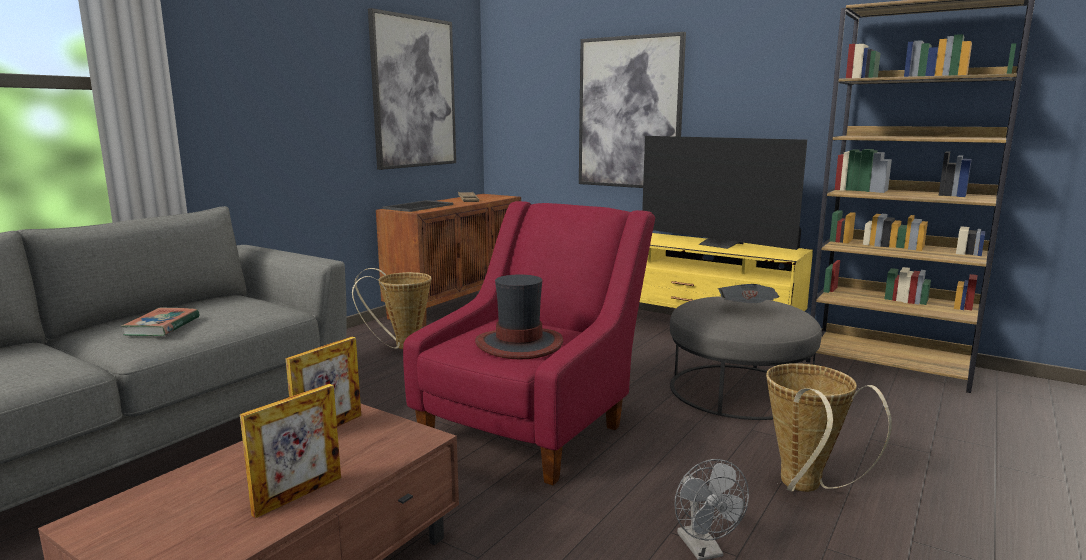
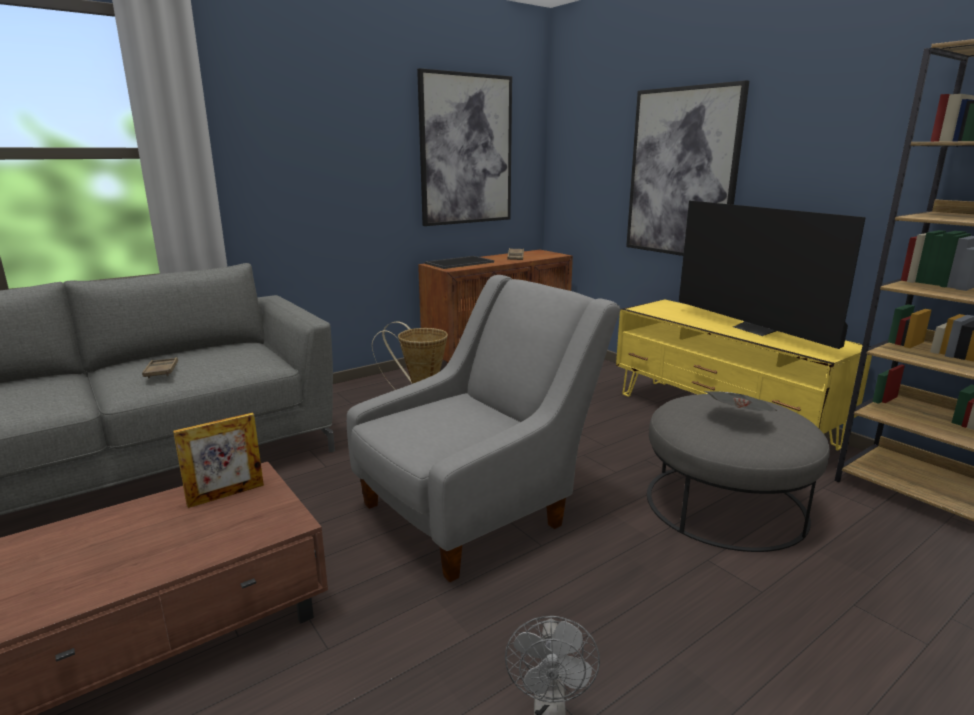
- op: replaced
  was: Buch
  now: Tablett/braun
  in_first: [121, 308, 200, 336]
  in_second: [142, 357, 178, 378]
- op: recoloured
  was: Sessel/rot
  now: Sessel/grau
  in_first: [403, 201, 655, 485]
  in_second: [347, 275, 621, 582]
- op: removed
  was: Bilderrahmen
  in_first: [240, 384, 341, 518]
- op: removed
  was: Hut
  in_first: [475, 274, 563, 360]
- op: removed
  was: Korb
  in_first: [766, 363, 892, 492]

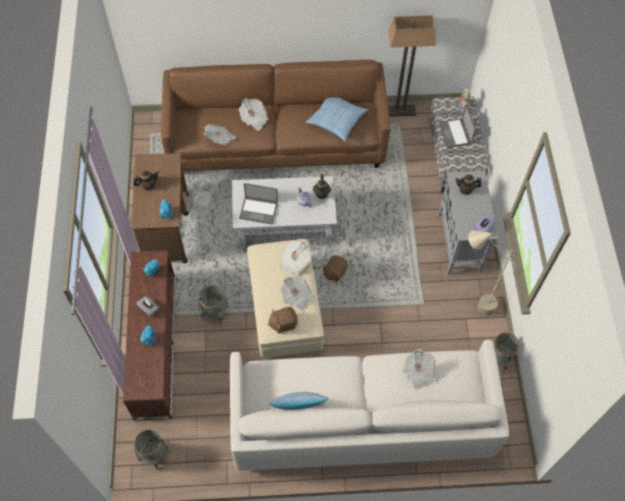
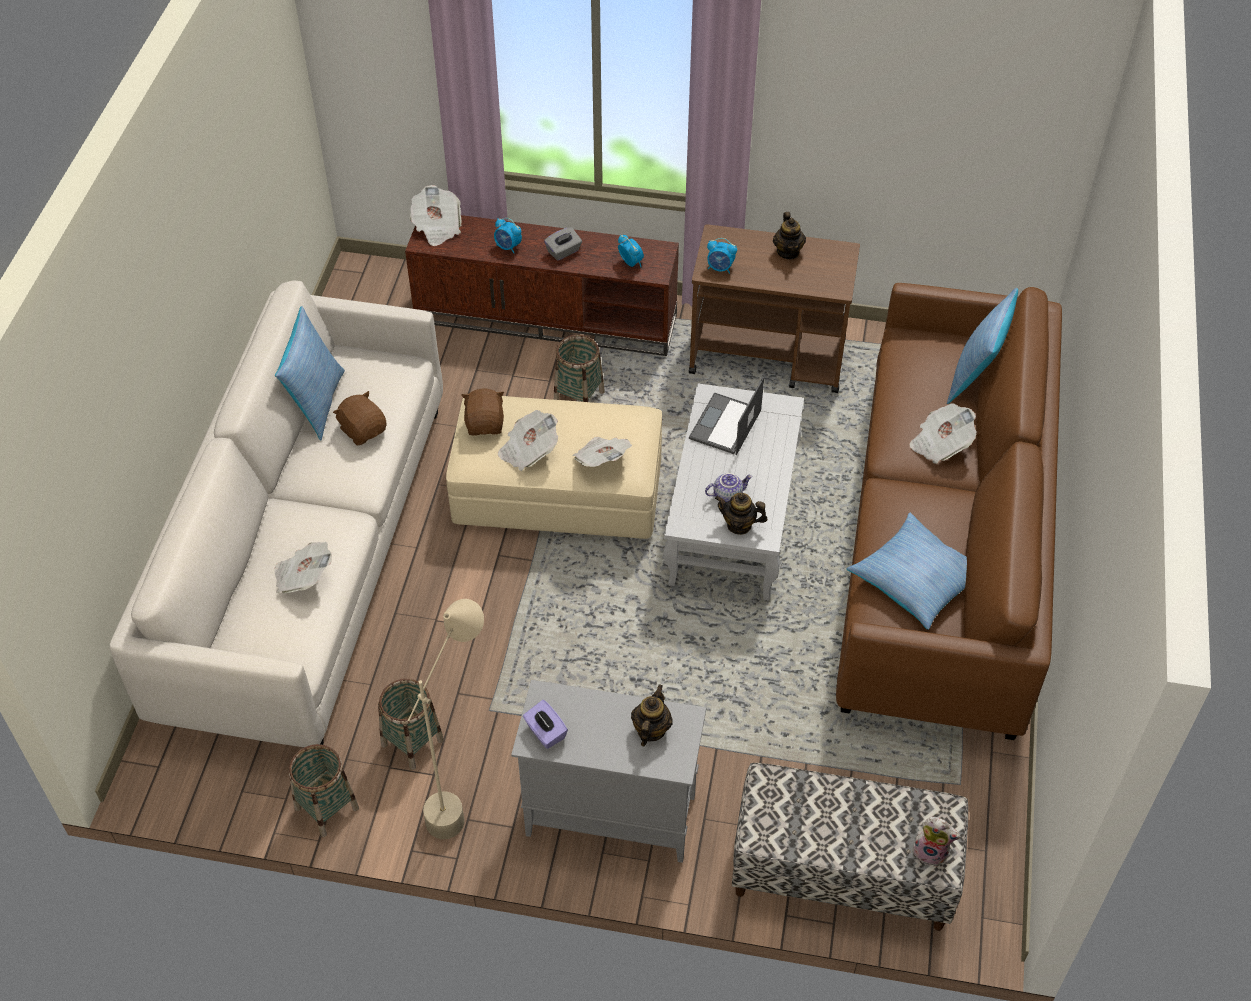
- op: moved
  was: Plüschtier/braun
  in_first: [323, 255, 348, 282]
  in_second: [333, 391, 387, 445]
- op: moved
  was: Korb
  in_first: [134, 430, 170, 470]
  in_second: [378, 679, 444, 770]
- op: moved
  was: Zeitung
  in_first: [204, 124, 236, 145]
  in_second: [410, 185, 462, 246]
- op: added
  now: Kissen
  in_second: [947, 288, 1018, 404]
- op: removed
  was: Stehlampe
  in_first: [388, 15, 436, 117]
- op: removed
  was: Laptop
  in_first: [439, 104, 476, 148]

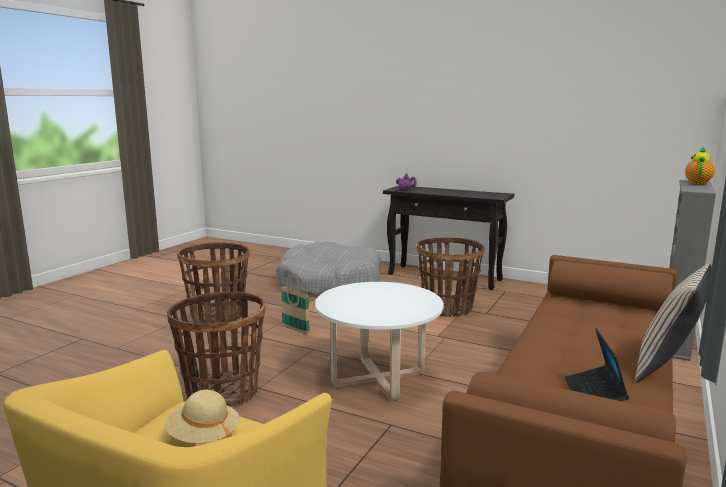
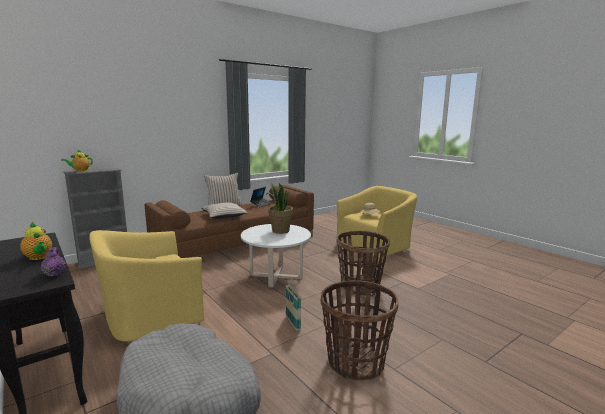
- op: added
  now: Teekanne
  in_second: [20, 222, 52, 260]
- op: replaced
  was: Korb
  now: Sessel/gelb
  in_first: [416, 238, 484, 317]
  in_second: [89, 230, 204, 342]
- op: added
  now: Kissen/beige
  in_second: [201, 202, 248, 219]
- op: added
  now: Topfpflanze
  in_second: [266, 182, 293, 234]

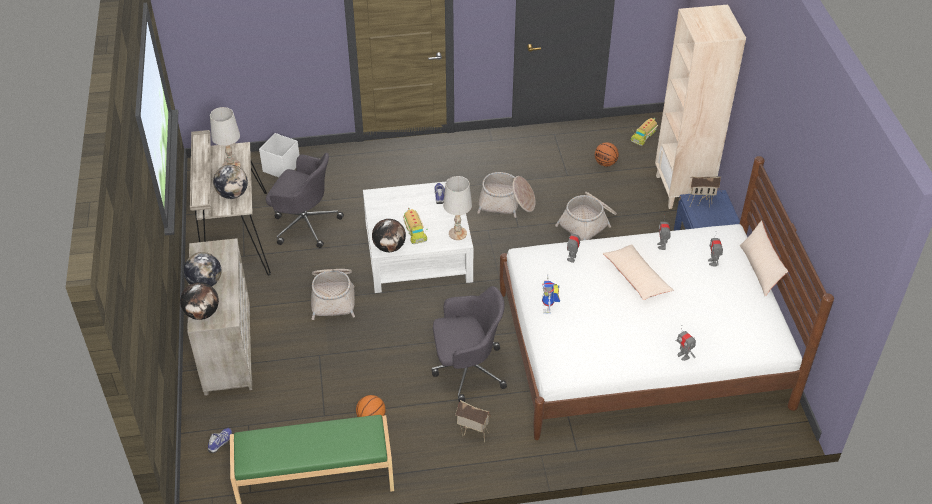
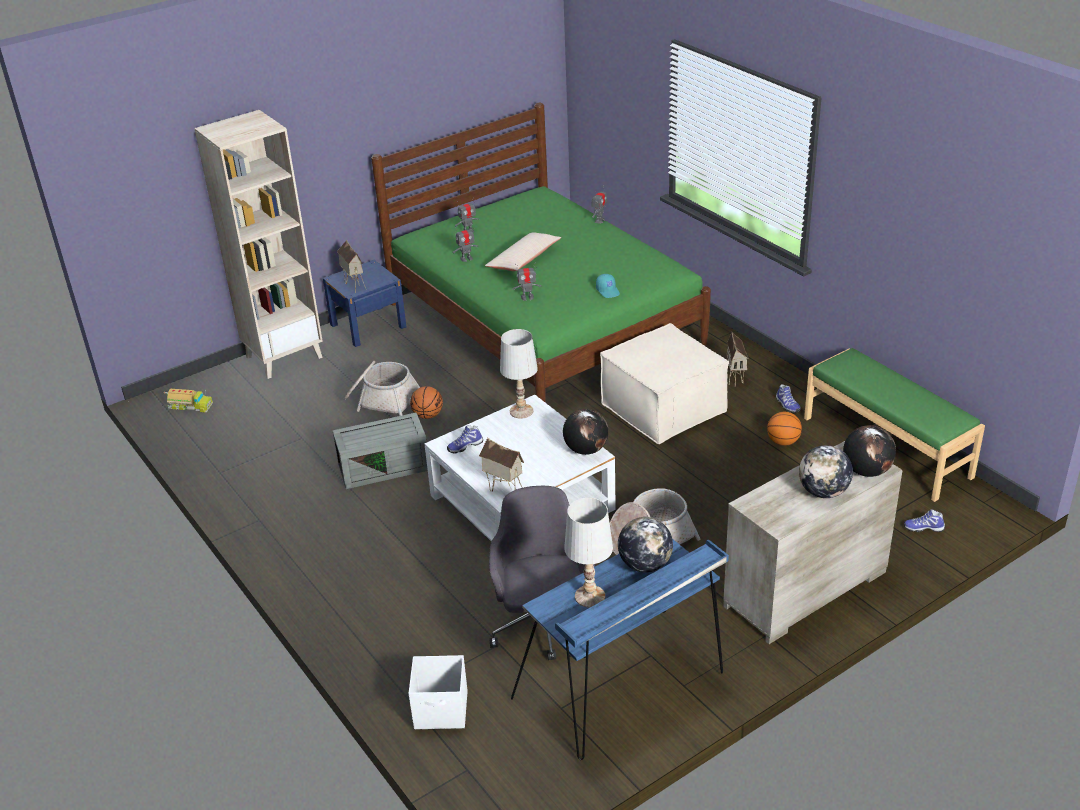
- op: replaced
  was: Korb
  now: Aufbewahrungsbox/grau
  in_first: [477, 172, 535, 218]
  in_second: [332, 413, 428, 489]
- op: recoloured
  was: Bett/weiß
  now: Bett/grün
  in_first: [500, 156, 834, 440]
  in_second: [371, 103, 711, 402]
- op: moved
  was: Basketball
  in_first: [595, 142, 619, 166]
  in_second: [410, 386, 443, 419]
- op: added
  now: Spielzeughaus
  in_second: [479, 437, 524, 491]
- op: recoloured
  was: Schreibtisch/beige
  now: Schreibtisch/blau
  in_first: [190, 130, 271, 275]
  in_second: [511, 540, 729, 760]
- op: replaced
  was: Spielzeugroboter
  now: Kappe/türkis
  in_first: [542, 274, 560, 313]
  in_second: [596, 274, 620, 298]
- op: replaced
  was: Bürostuhl/grau
  now: Polsterhocker/beige
  in_first: [431, 286, 507, 402]
  in_second: [600, 323, 729, 444]
- op: added
  now: Schuh
  in_second: [776, 384, 801, 413]
- op: removed
  was: Spielzeuglaster
  in_first: [403, 208, 427, 244]
- op: removed
  was: Kissen/beige
  in_first: [740, 220, 788, 296]

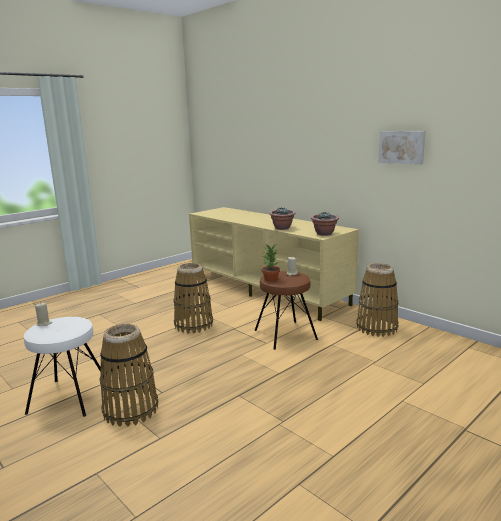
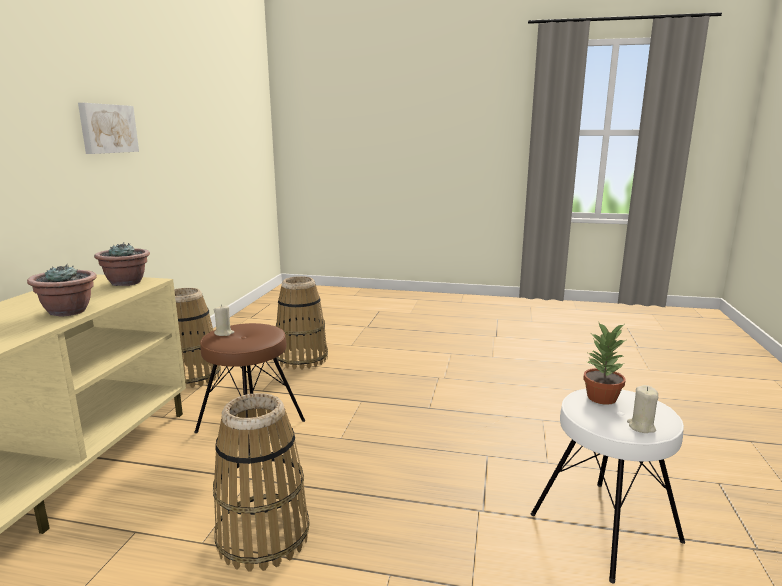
- op: moved
  was: Korb
  in_first: [100, 324, 158, 427]
  in_second: [276, 276, 328, 370]
- op: moved
  was: Topfpflanze
  in_first: [262, 244, 280, 281]
  in_second: [583, 323, 626, 405]

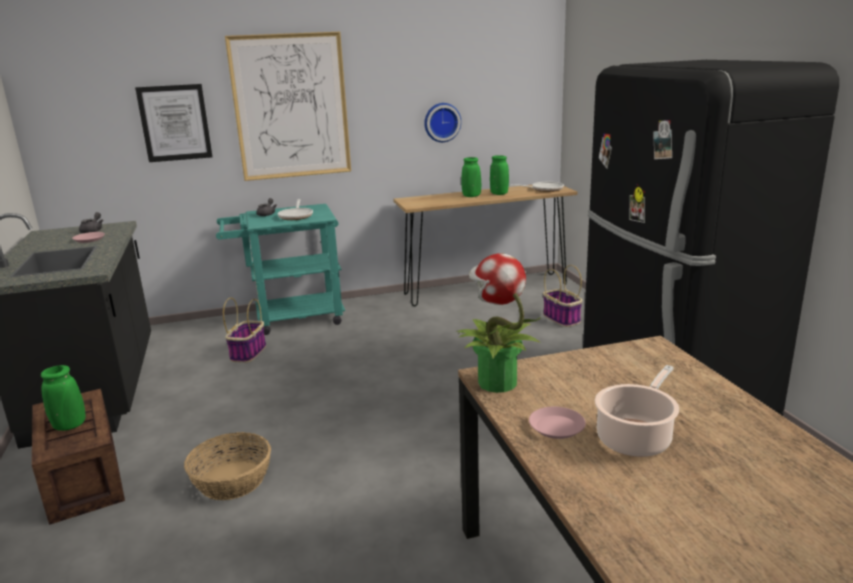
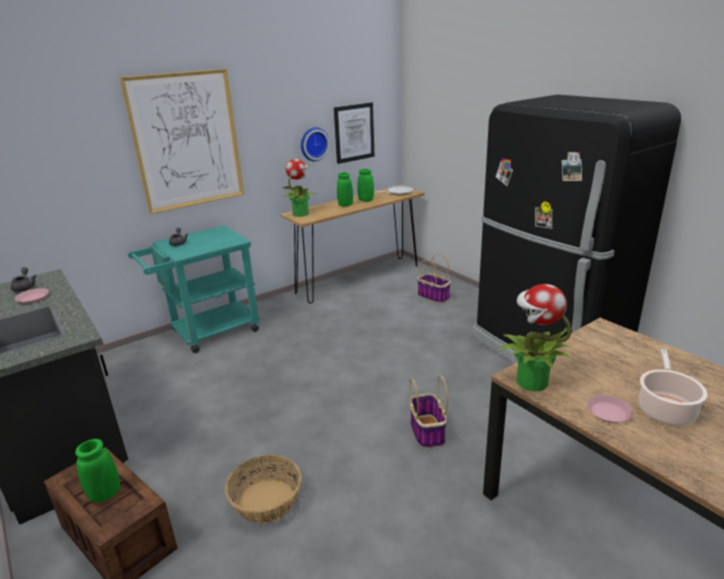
- op: added
  now: Topfpflanze
  in_second: [281, 159, 318, 217]
- op: moved
  was: Bild
  in_first: [135, 84, 213, 162]
  in_second: [334, 102, 374, 164]
- op: moved
  was: Korb
  in_first: [223, 298, 266, 363]
  in_second: [409, 375, 448, 448]
- op: removed
  was: Pfanne
  in_first: [278, 199, 313, 220]

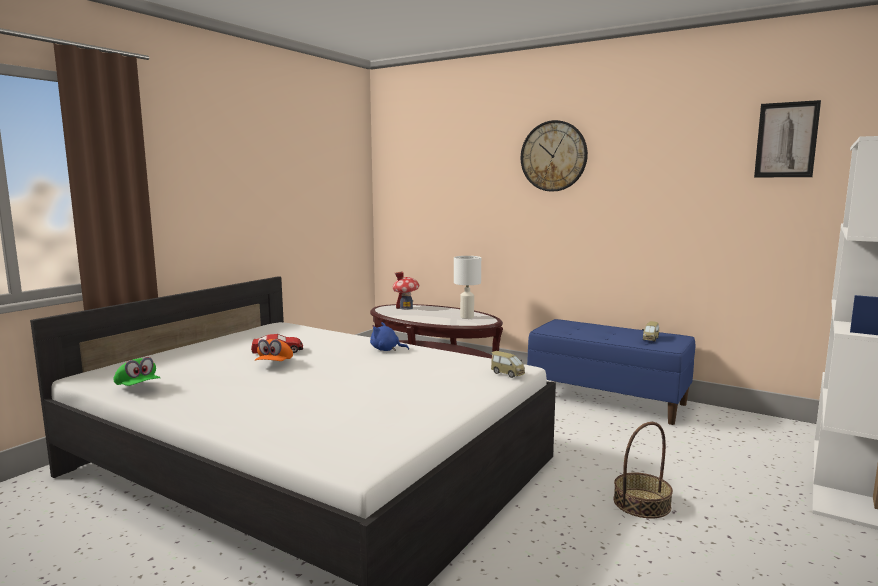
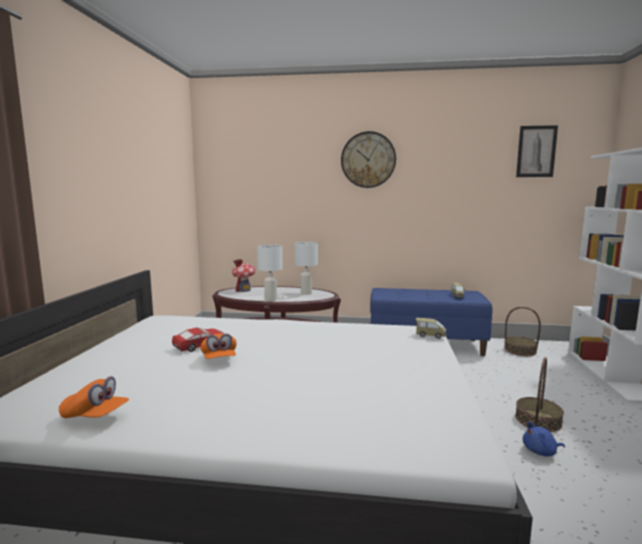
- op: recoloured
  was: Kappe/grün
  now: Kappe/orange
  in_first: [113, 357, 161, 386]
  in_second: [59, 376, 129, 418]
- op: added
  now: Tischlampe/weiß
  in_second: [257, 245, 282, 301]
- op: added
  now: Korb
  in_second: [504, 307, 541, 356]
- op: moved
  was: Plüschtier/blau
  in_first: [370, 322, 409, 351]
  in_second: [523, 422, 565, 456]

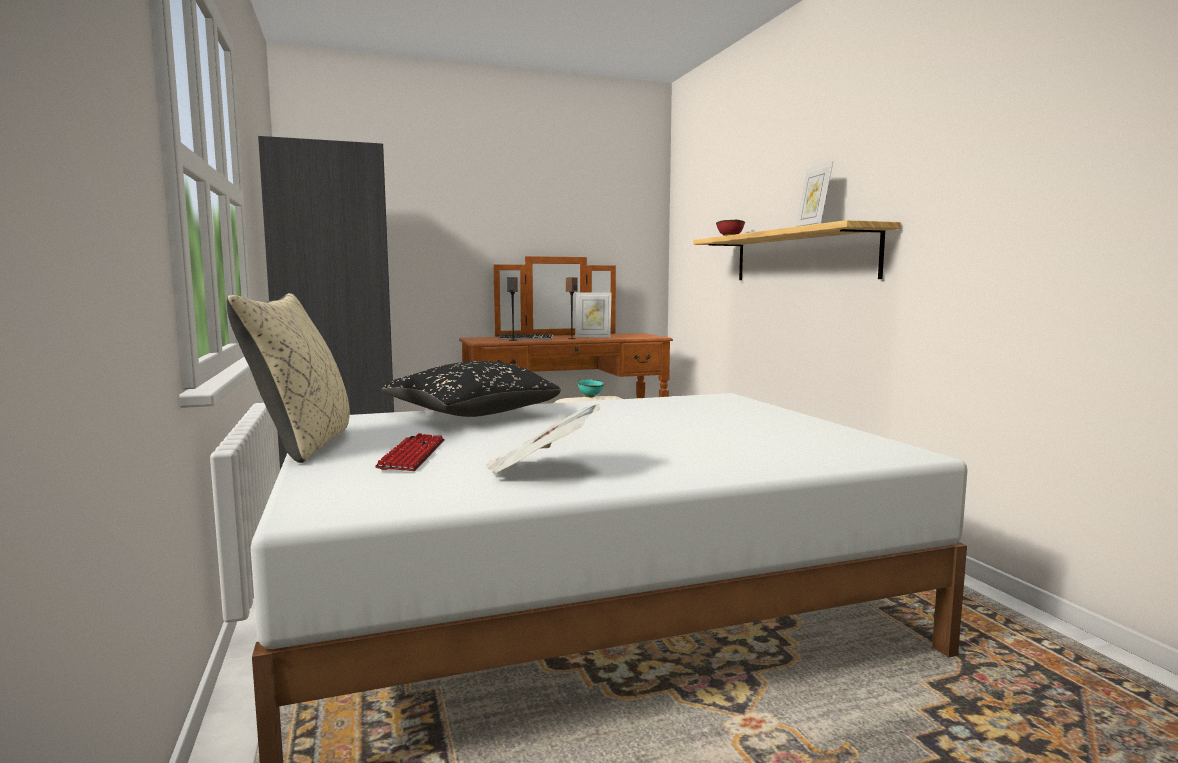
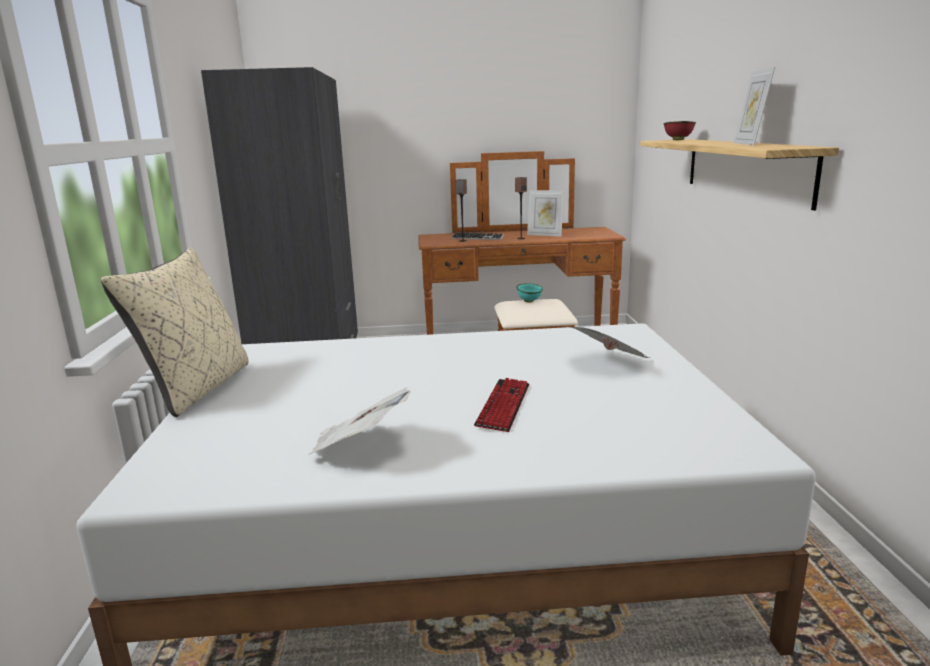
- op: moved
  was: Tastatur
  in_first: [375, 433, 445, 471]
  in_second: [474, 378, 529, 432]
- op: added
  now: Zeitung
  in_second: [570, 327, 650, 358]
- op: removed
  was: Kissen/schwarz
  in_first: [382, 361, 561, 417]

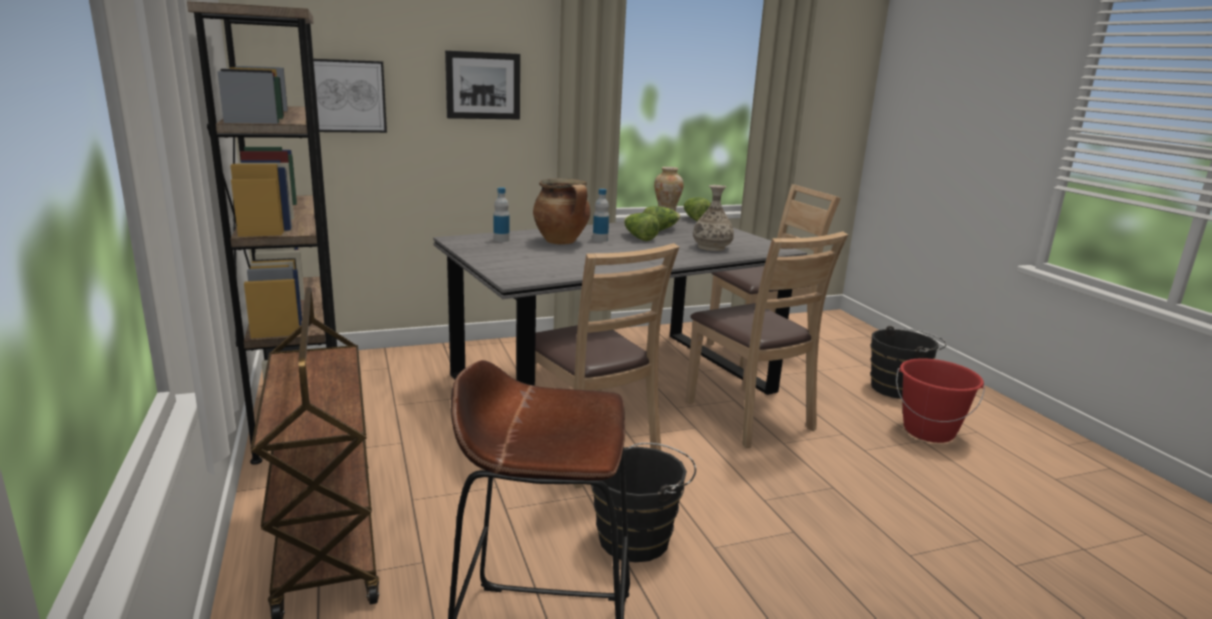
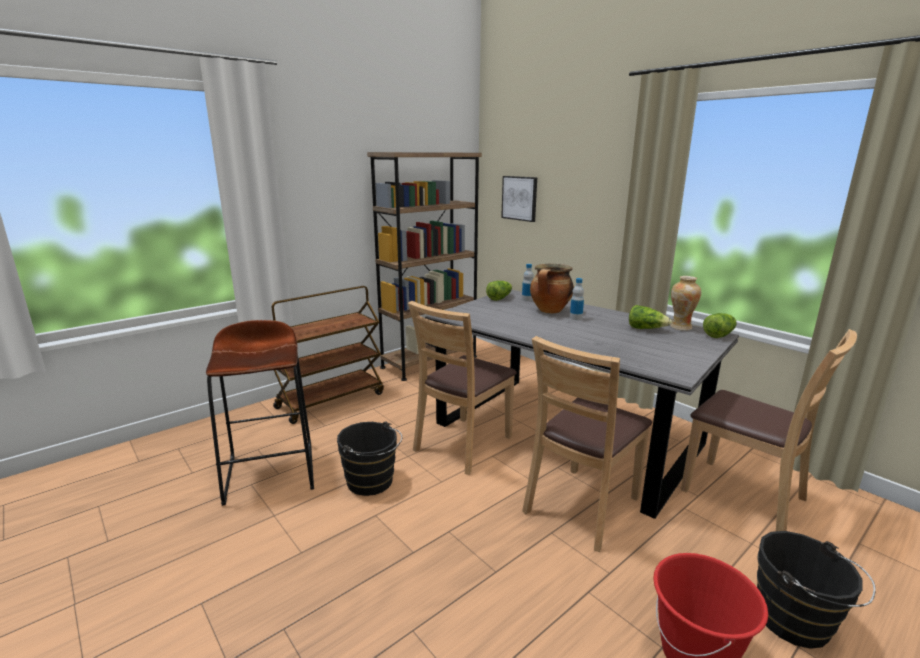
- op: moved
  was: Salatkopf
  in_first: [624, 213, 660, 241]
  in_second: [486, 281, 512, 301]
- op: removed
  was: Bild
  in_first: [445, 50, 520, 120]
- op: removed
  was: Vase
  in_first: [693, 185, 734, 251]

